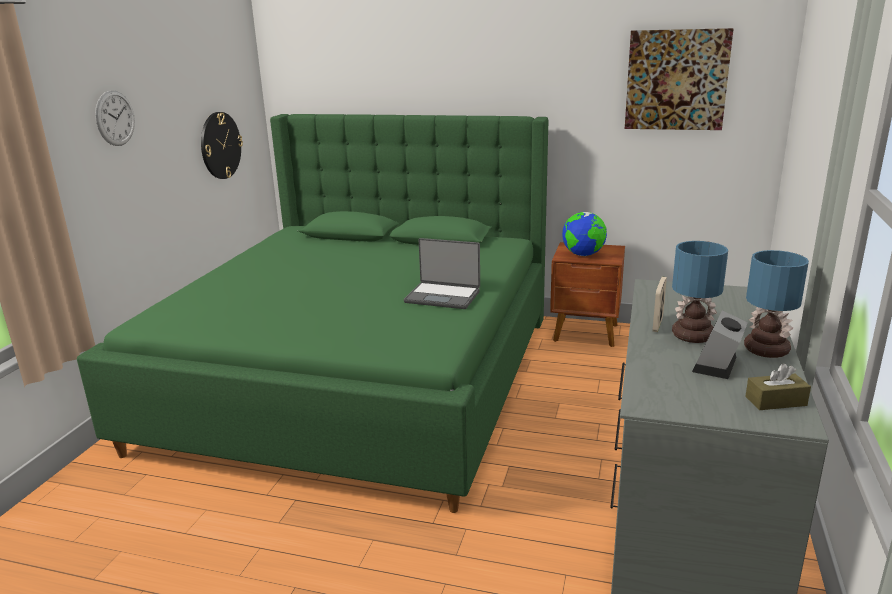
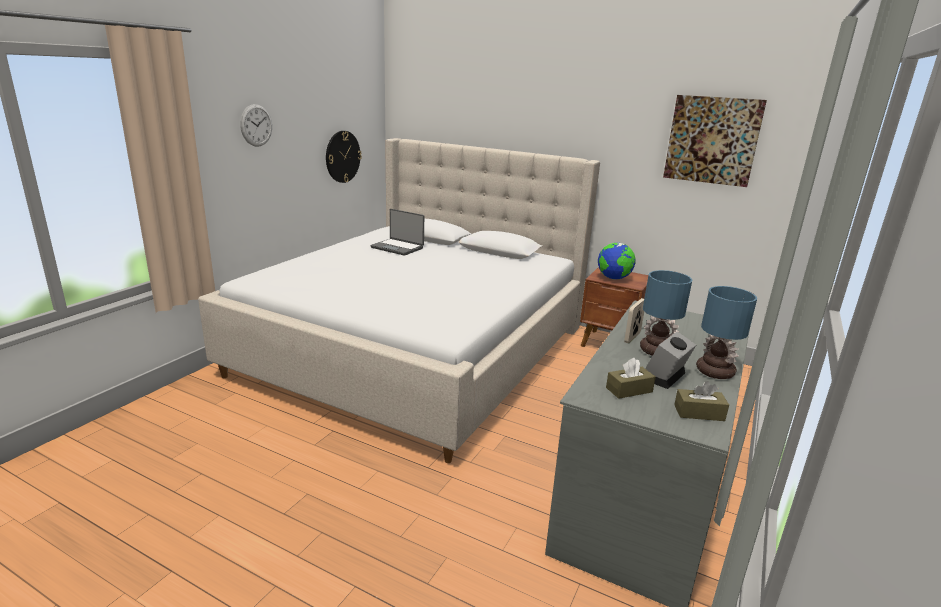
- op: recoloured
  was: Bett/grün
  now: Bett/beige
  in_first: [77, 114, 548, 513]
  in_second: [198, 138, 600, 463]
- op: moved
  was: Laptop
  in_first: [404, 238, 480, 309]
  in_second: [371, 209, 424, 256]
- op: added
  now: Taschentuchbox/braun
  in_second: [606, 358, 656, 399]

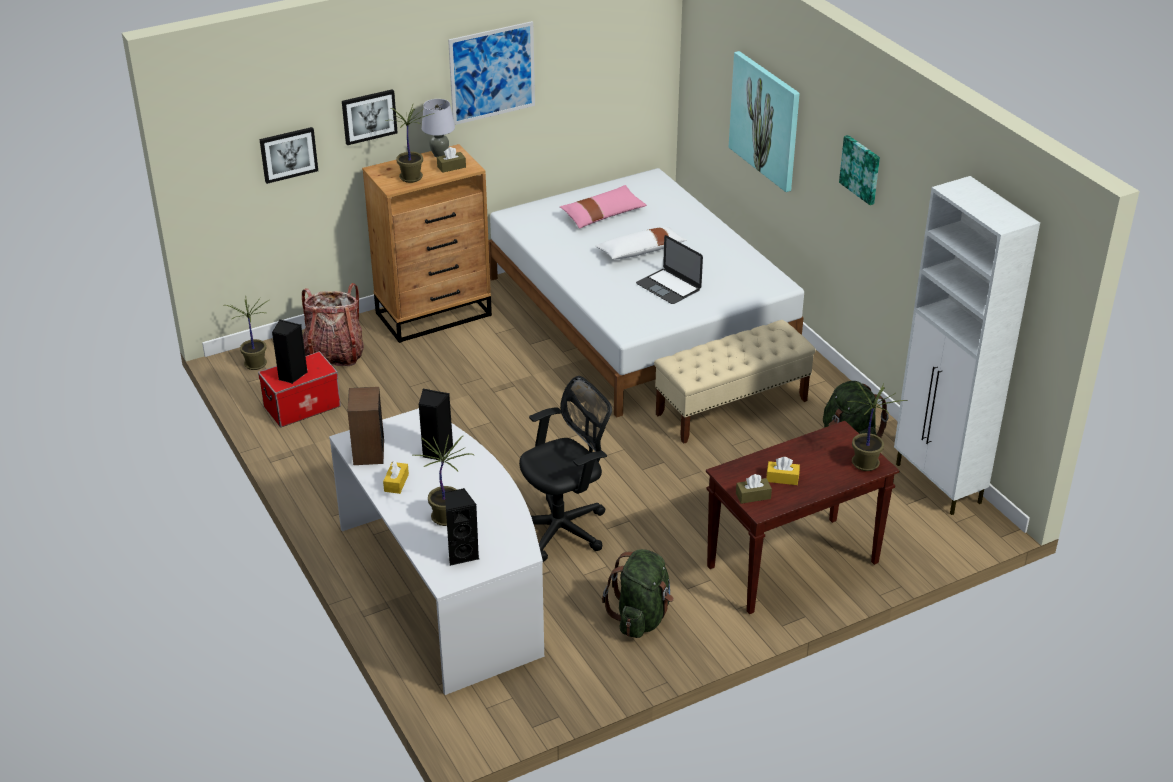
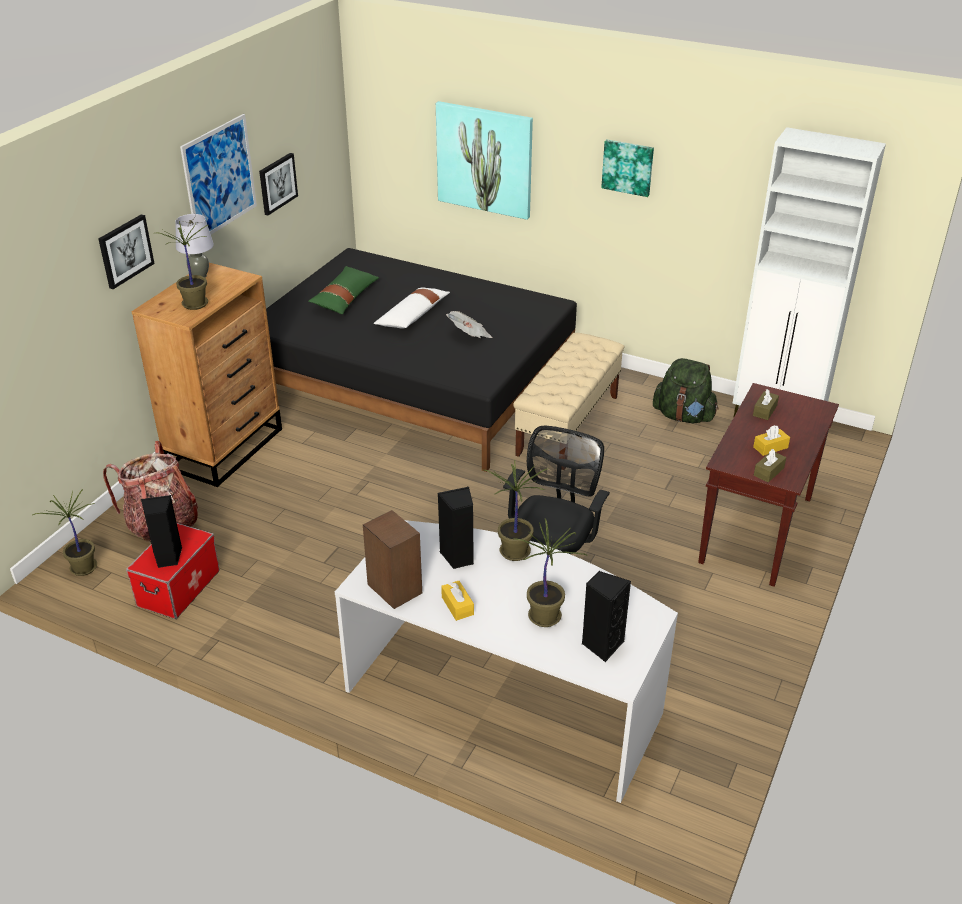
- op: moved
  was: Bild
  in_first: [259, 127, 318, 184]
  in_second: [259, 153, 298, 215]
- op: recoloured
  was: Bett/weiß
  now: Bett/schwarz
  in_first: [488, 168, 804, 418]
  in_second: [266, 248, 577, 472]
- op: recoloured
  was: Kissen/rosa
  now: Kissen/grün
  in_first: [560, 185, 647, 229]
  in_second: [308, 266, 379, 314]
- op: replaced
  was: Laptop
  now: Zeitung
  in_first: [636, 235, 703, 304]
  in_second: [446, 311, 492, 338]
- op: moved
  was: Topfpflanze
  in_first: [847, 382, 908, 471]
  in_second: [484, 460, 549, 561]
- op: moved
  was: Taschentuchbox/braun
  in_first: [437, 147, 466, 173]
  in_second: [753, 389, 779, 420]
- op: removed
  was: Rucksack/grün
  in_first: [602, 549, 674, 638]

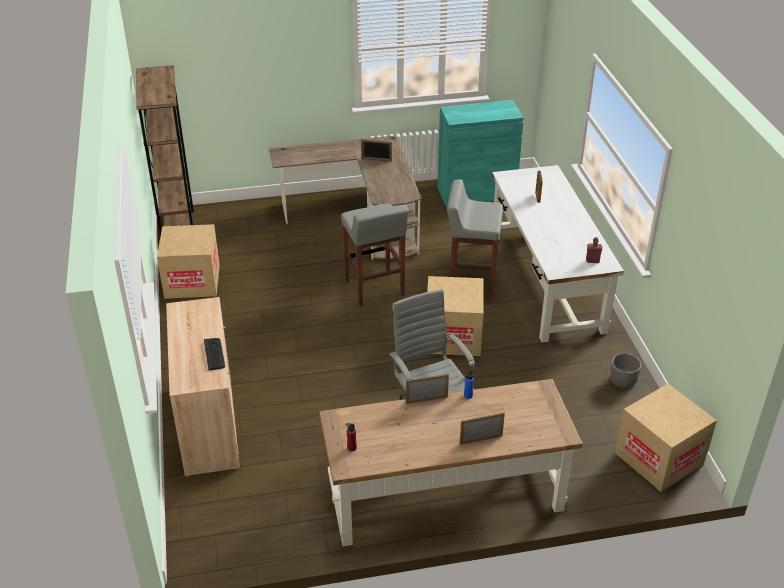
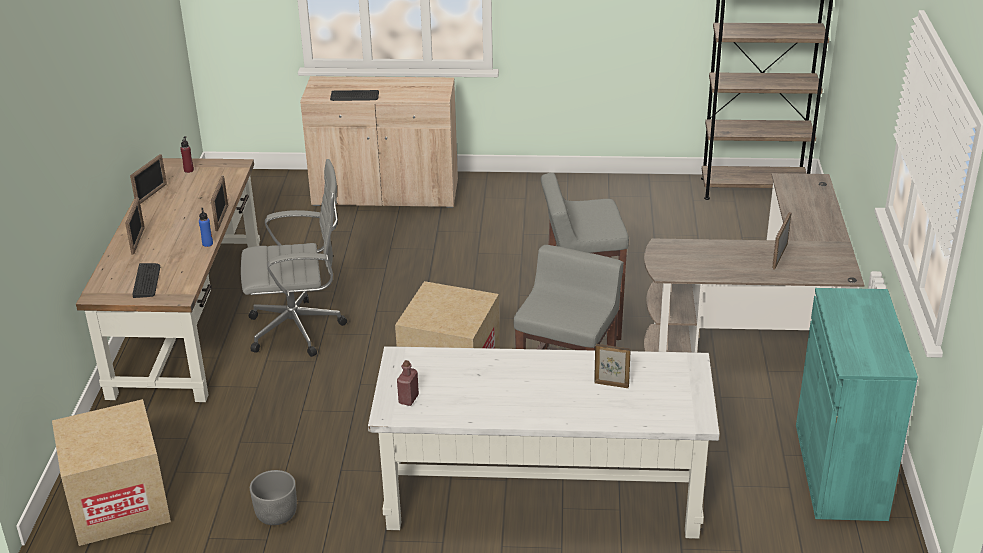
- op: added
  now: Bilderrahmen
  in_second: [130, 154, 167, 204]
- op: added
  now: Tastatur
  in_second: [132, 263, 160, 298]
- op: removed
  was: Karton
  in_first: [157, 224, 220, 299]

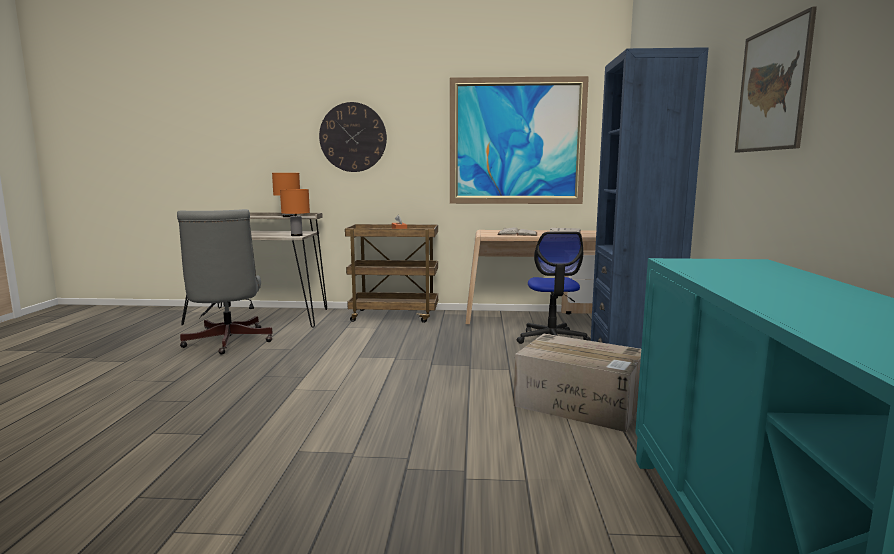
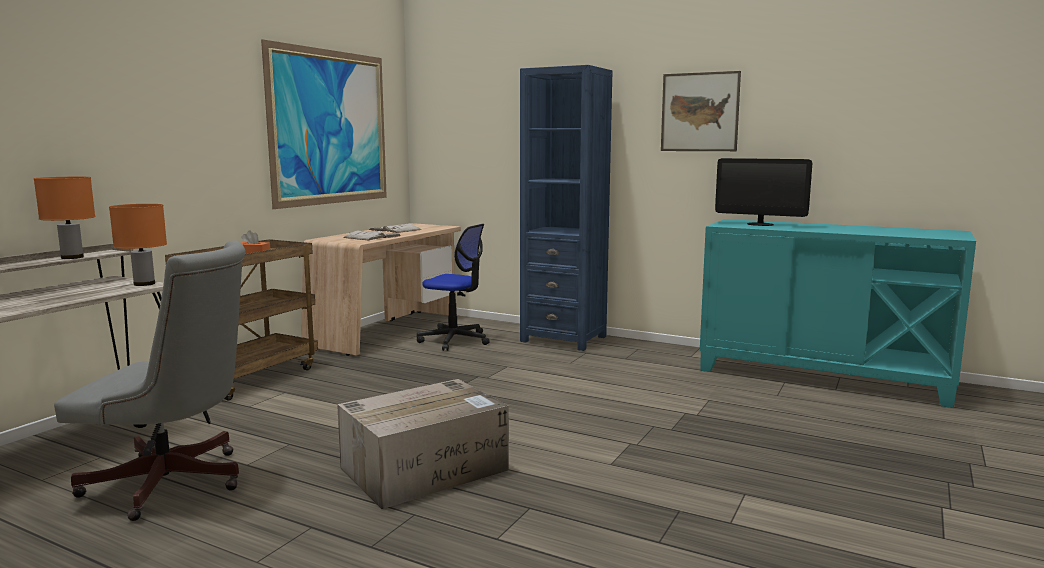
- op: moved
  was: Karton
  in_first: [514, 334, 641, 432]
  in_second: [337, 379, 509, 509]
- op: added
  now: Monitor
  in_second: [715, 158, 812, 226]
- op: removed
  was: Wanduhr
  in_first: [319, 102, 387, 172]

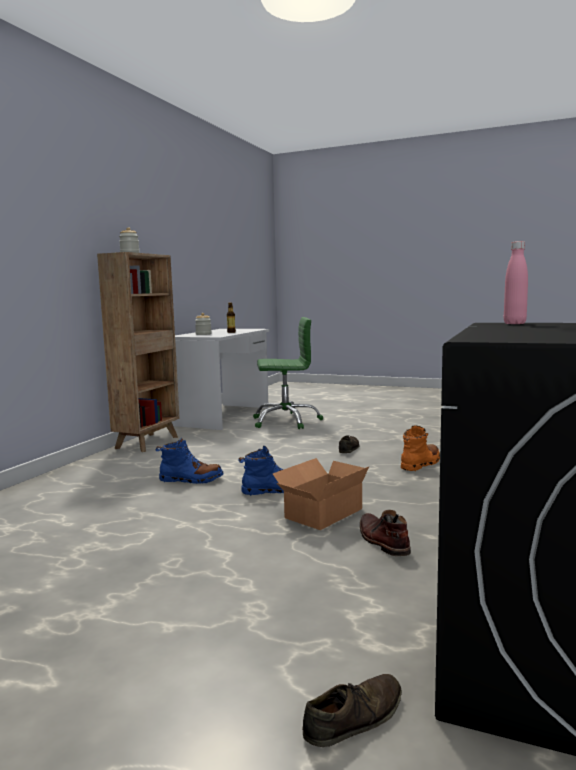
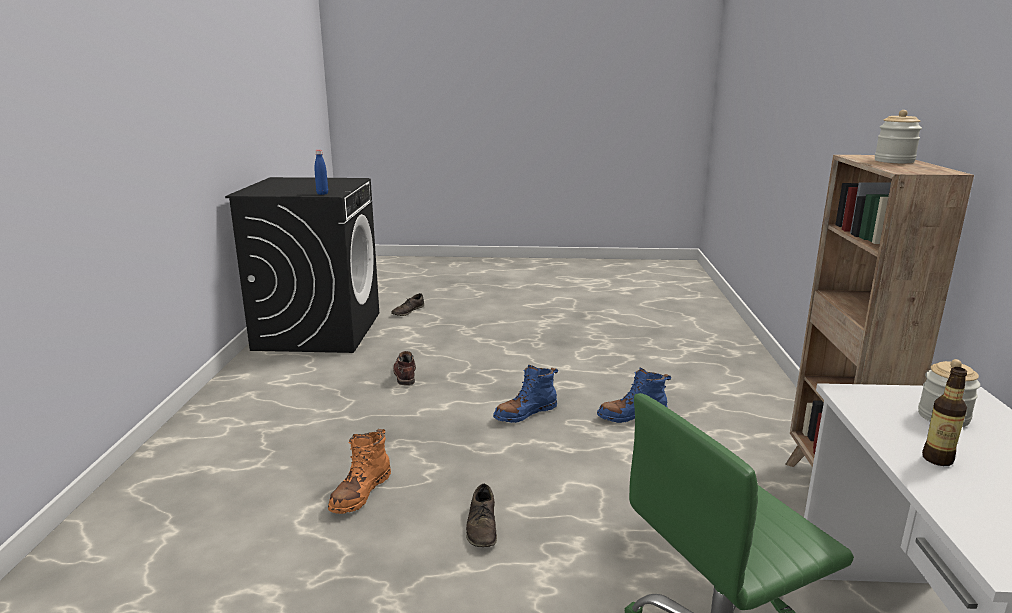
- op: recoloured
  was: Flasche/rosa
  now: Flasche/blau
  in_first: [504, 241, 528, 324]
  in_second: [315, 150, 328, 195]
- op: turned
  was: Stiefel/braun
  in_first: [360, 510, 411, 556]
  in_second: [393, 351, 416, 385]
  clockwise: -150
- op: removed
  was: Karton
  in_first: [273, 458, 369, 530]

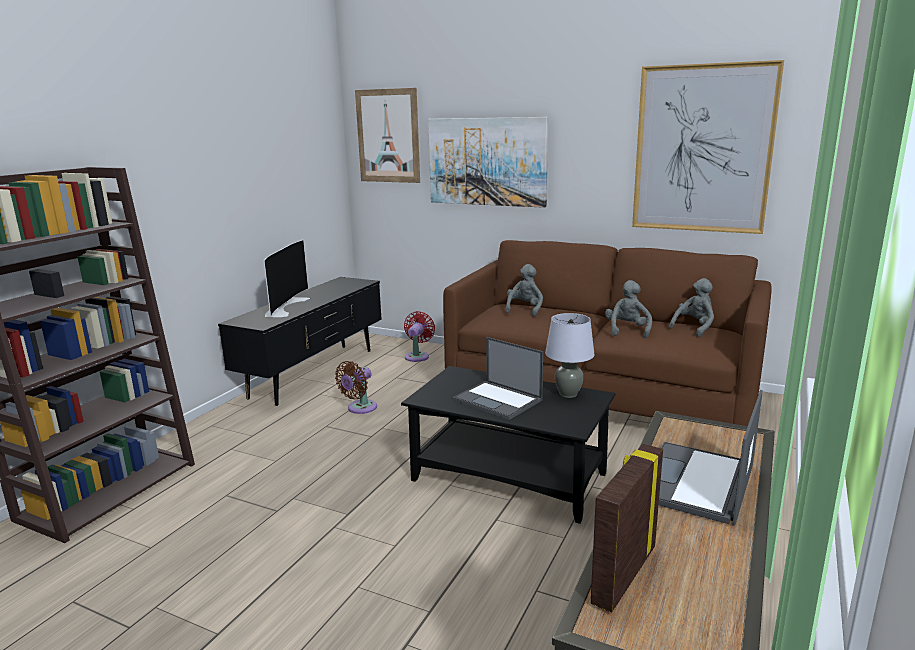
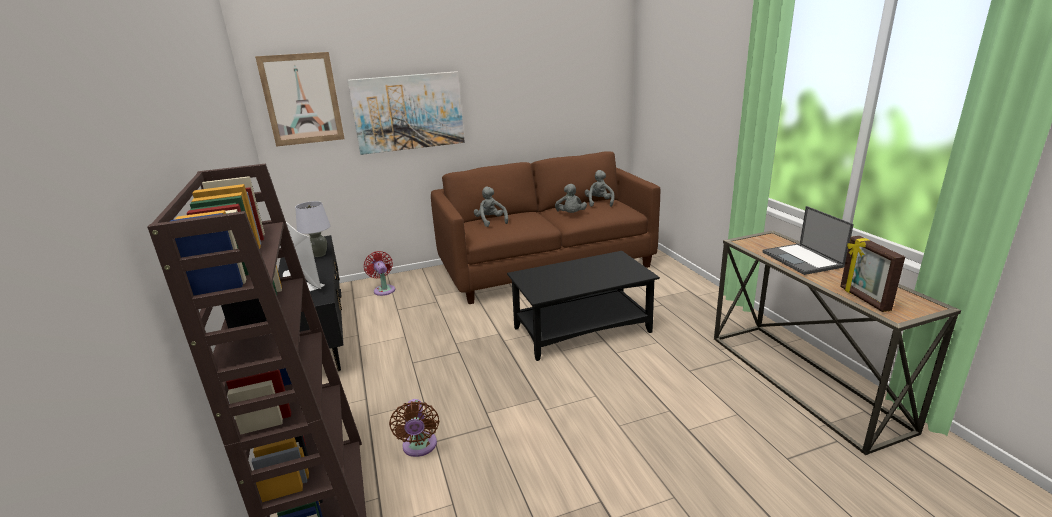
- op: moved
  was: Tischlampe/grau
  in_first: [545, 313, 594, 398]
  in_second: [295, 201, 331, 257]
- op: moved
  was: Ventilator/braun
  in_first: [335, 361, 377, 414]
  in_second: [389, 399, 439, 457]
- op: turned
  was: Plüschtier/grau
  in_first: [605, 280, 652, 338]
  in_second: [555, 184, 587, 213]
  clockwise: -150
- op: removed
  was: Laptop
  in_first: [453, 337, 543, 420]
- op: removed
  was: Bild
  in_first: [632, 60, 784, 234]

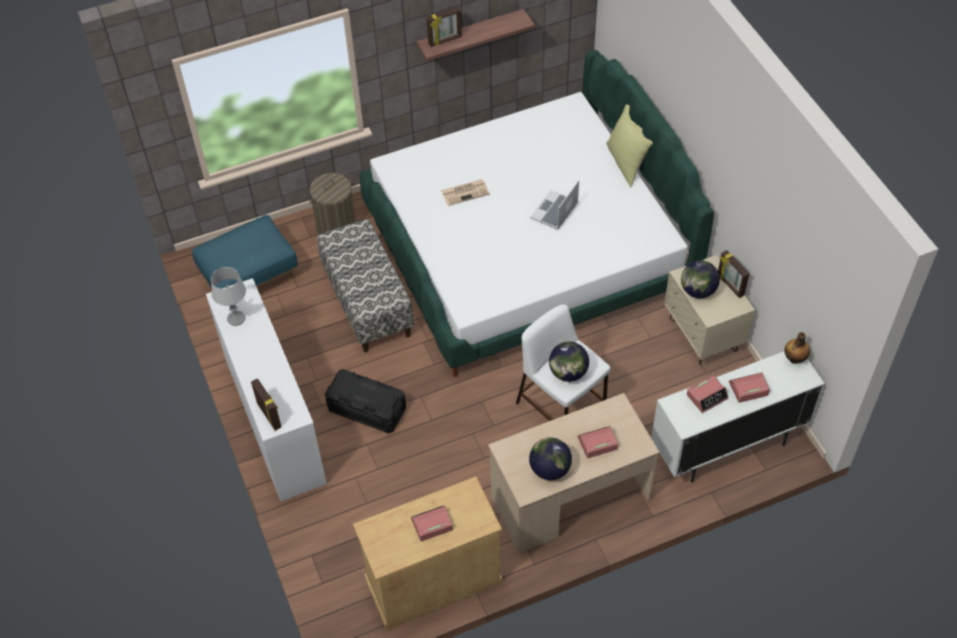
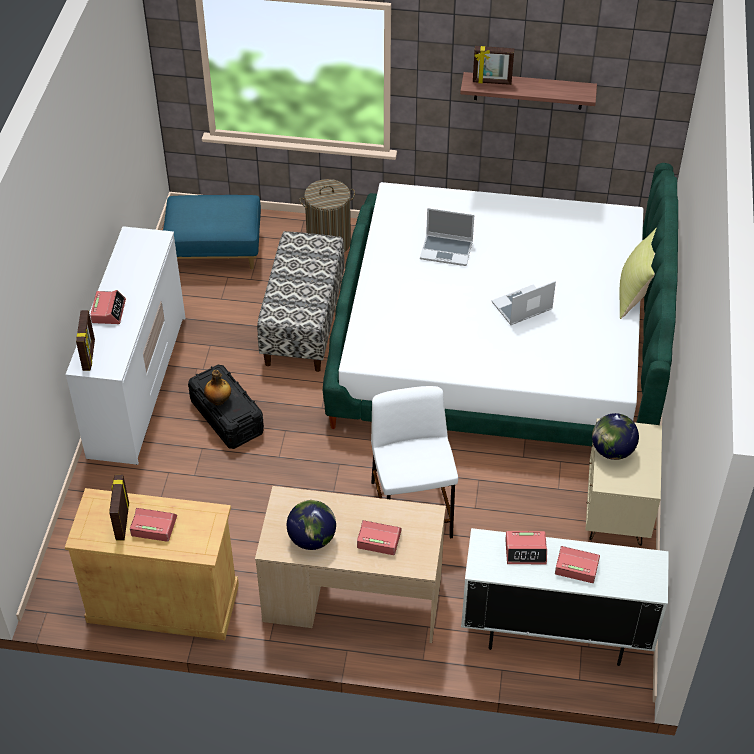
- op: added
  now: Wecker
  in_second: [90, 290, 126, 324]
- op: moved
  was: Bilderrahmen
  in_first: [718, 250, 750, 298]
  in_second: [109, 475, 129, 540]
- op: moved
  was: Flasche
  in_first: [784, 332, 810, 364]
  in_second: [204, 370, 231, 406]
- op: replaced
  was: Zeitung
  now: Laptop
  in_first: [441, 179, 490, 206]
  in_second: [420, 208, 474, 266]
- op: removed
  was: Tischlampe/grau
  in_first: [211, 267, 246, 326]
- op: removed
  was: Globus
  in_first: [549, 341, 589, 382]

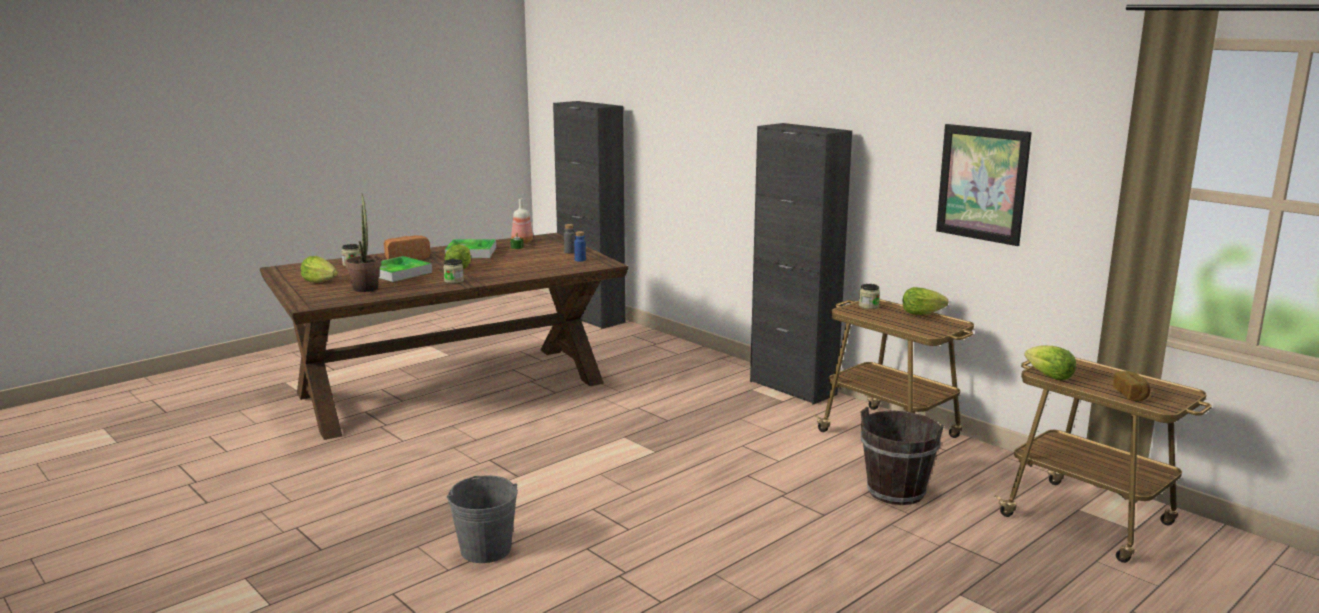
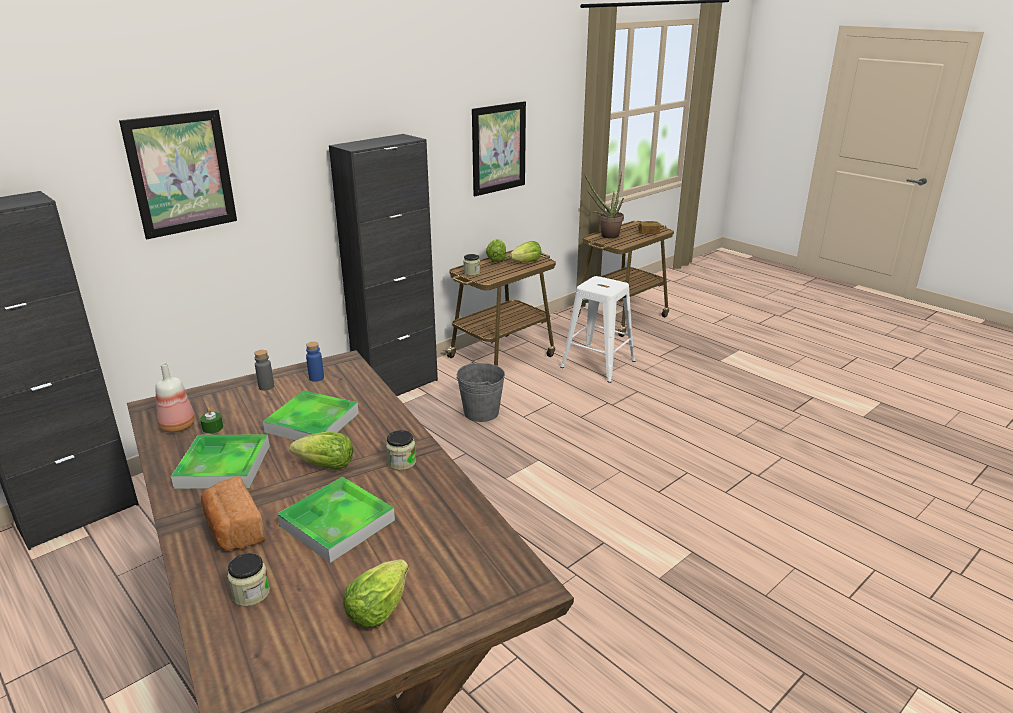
- op: added
  now: Bild
  in_second: [119, 109, 237, 239]
- op: added
  now: Tablett
  in_second: [263, 390, 359, 440]
- op: moved
  was: Eimer/grau
  in_first: [447, 475, 518, 563]
  in_second: [457, 361, 505, 422]
- op: moved
  was: Salatkopf
  in_first: [1024, 346, 1076, 380]
  in_second: [509, 241, 542, 262]
- op: replaced
  was: Eimer/braun
  now: Hocker/weiß
  in_first: [861, 407, 944, 505]
  in_second: [560, 276, 636, 383]
- op: moved
  was: Topfpflanze
  in_first: [345, 193, 381, 292]
  in_second: [584, 172, 624, 239]

